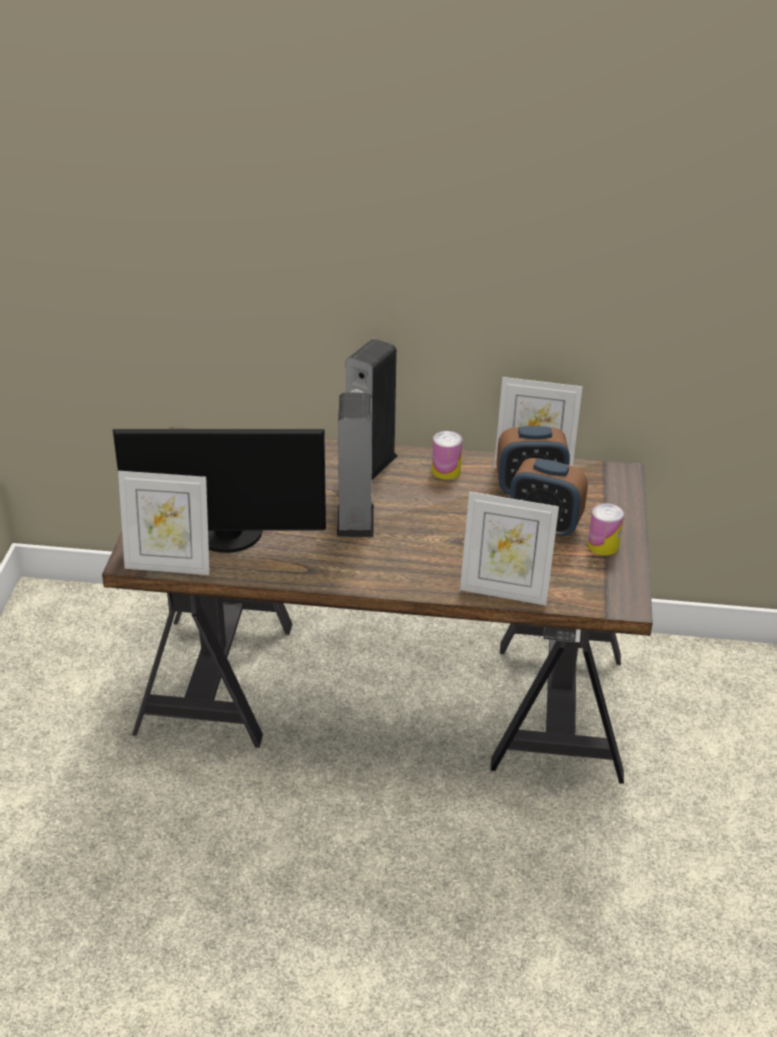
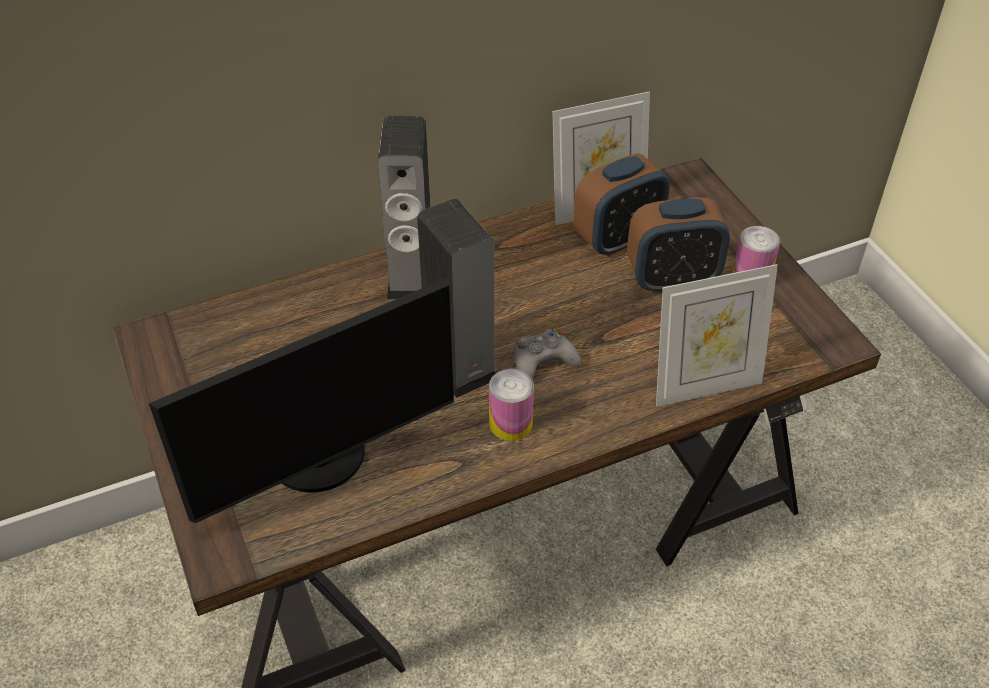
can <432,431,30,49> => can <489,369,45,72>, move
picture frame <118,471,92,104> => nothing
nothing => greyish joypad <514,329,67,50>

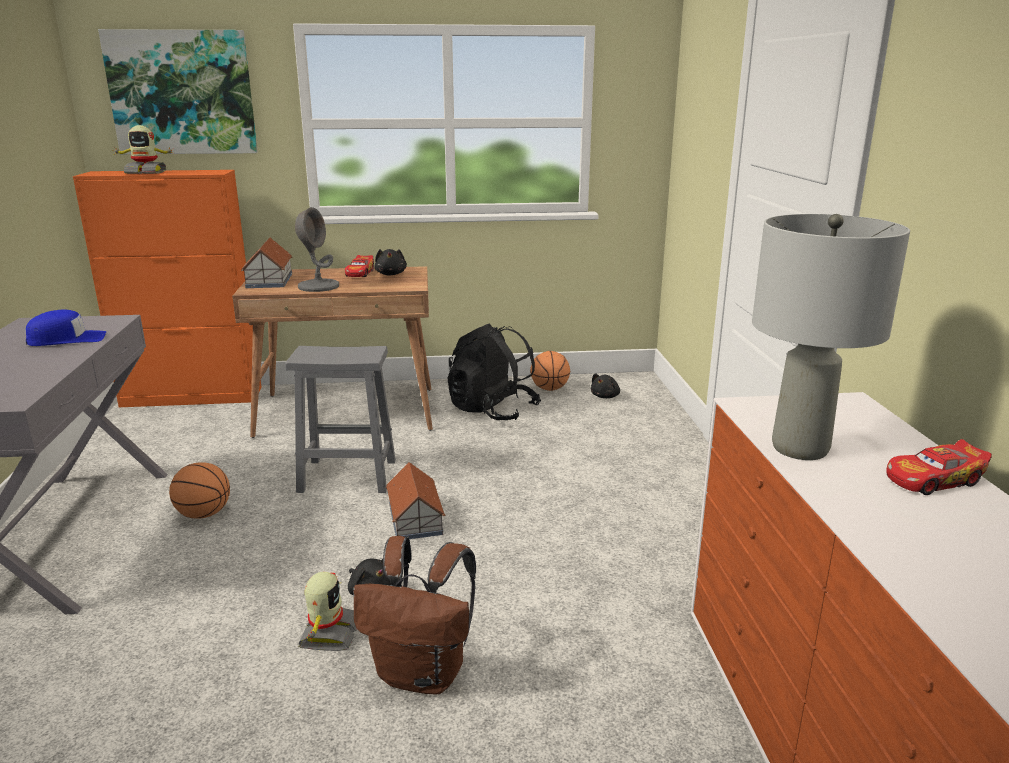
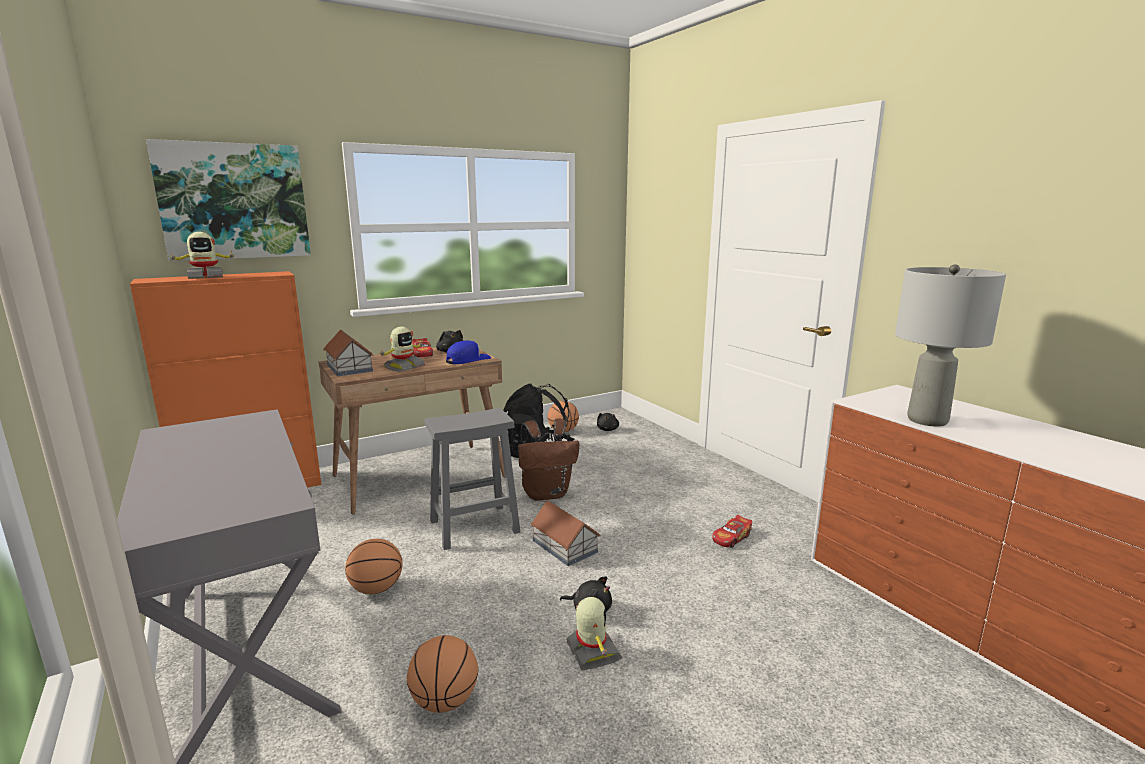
greyish lamp for a table <295,207,44,85> => robot figure <380,327,45,45>
bluish cap <26,310,81,36> => bluish cap <446,341,45,23>, move
toy car <886,439,106,56> => toy car <712,515,40,33>, move
brownish knapsack <353,536,123,159> => brownish knapsack <518,419,61,82>, move
nothing => ball for basketball <407,635,71,78>

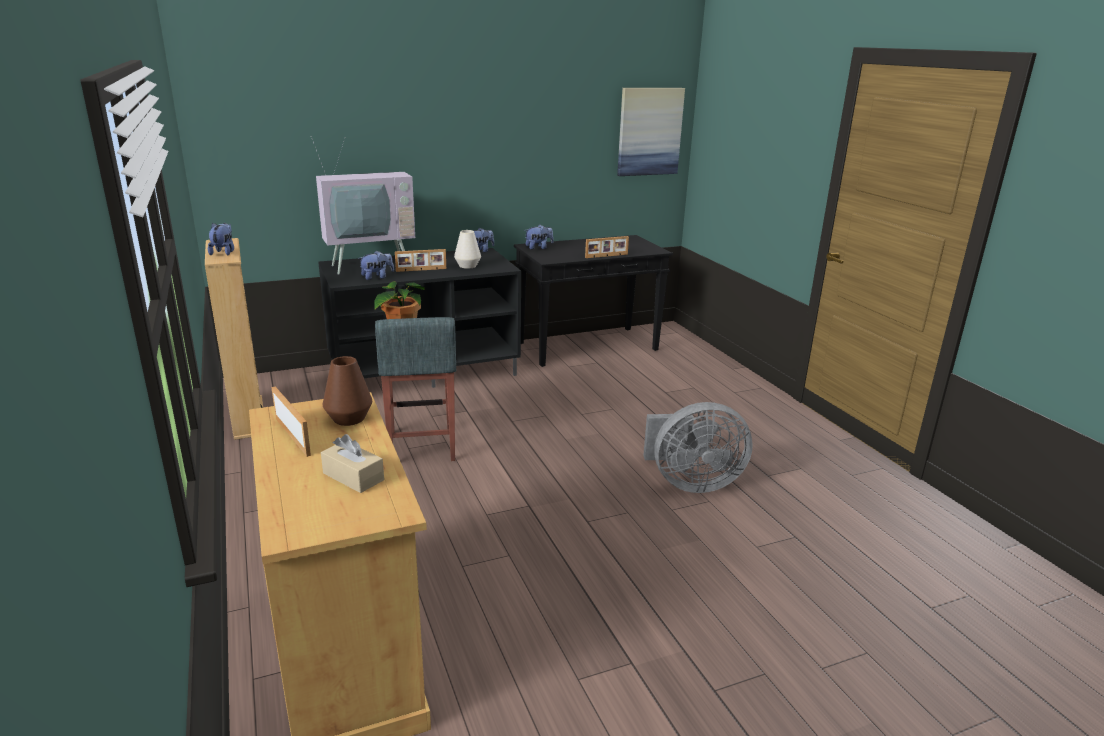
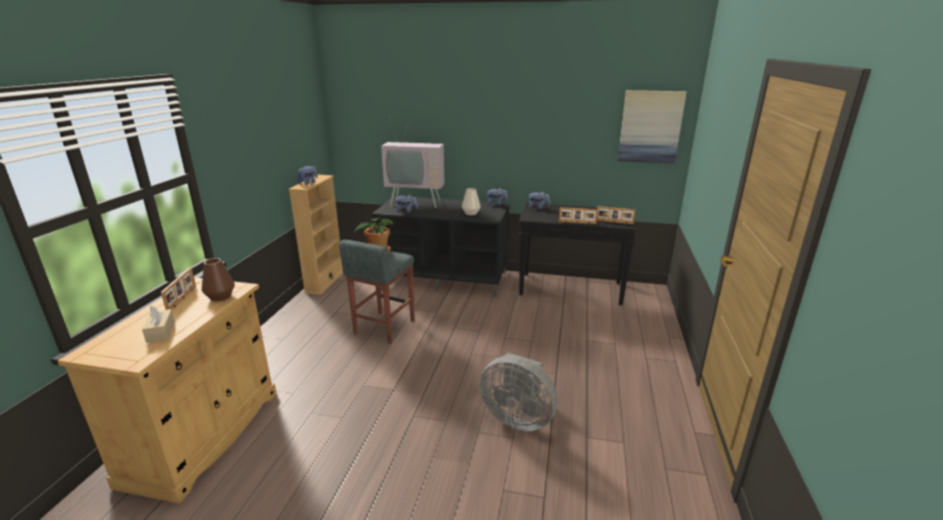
picture frame <395,249,51,23> => picture frame <597,206,39,18>, move

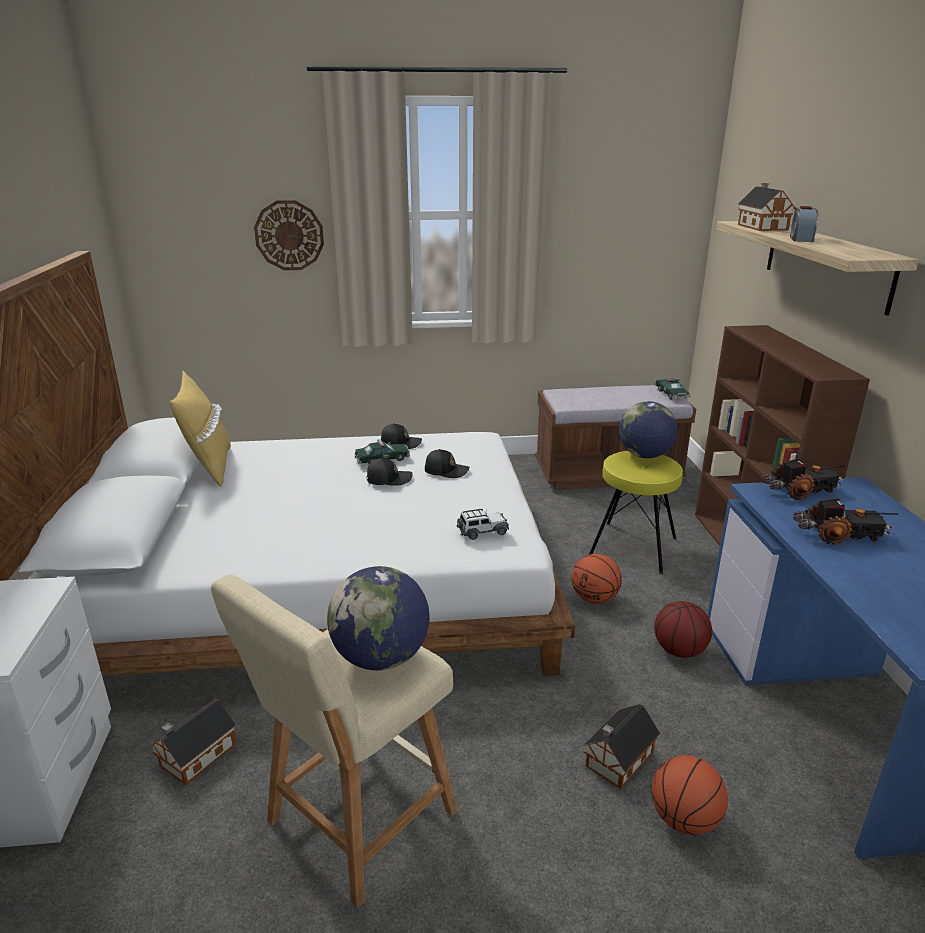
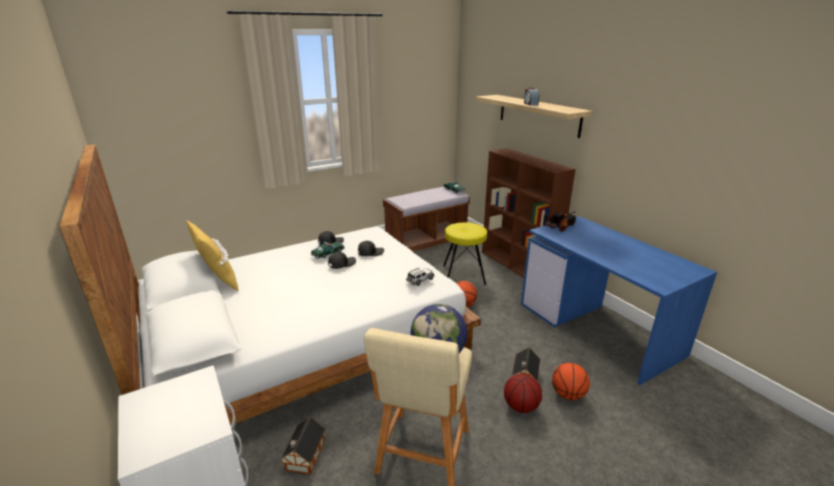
toy house <738,183,57,48> => nothing
wall clock <254,200,70,70> => nothing
world globe <619,401,58,57> => nothing
model truck <793,498,105,47> => nothing
ball for basketball <654,601,58,57> => ball for basketball <504,373,38,40>, move

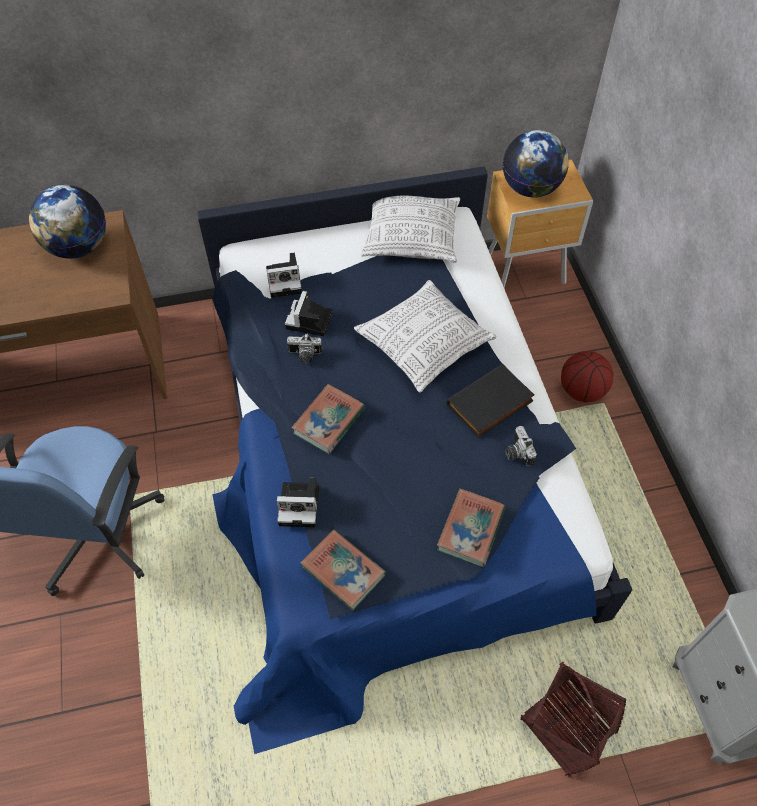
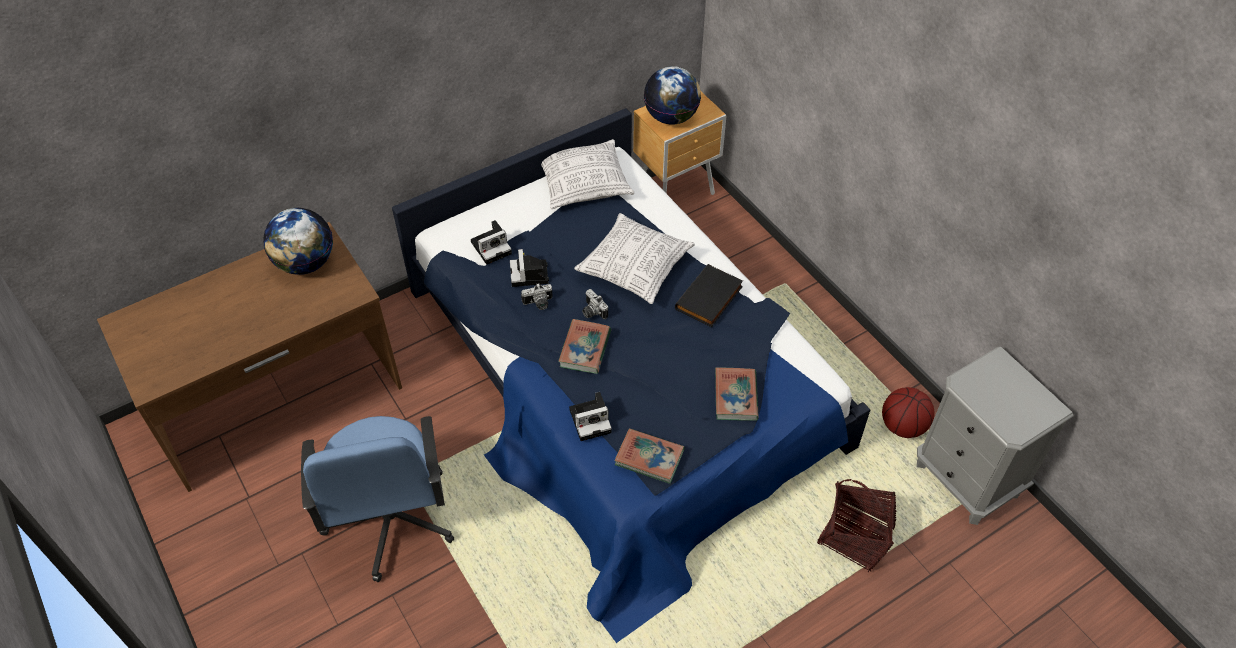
ball for basketball <561,351,52,51> => ball for basketball <882,387,52,51>, move
photo camera <505,426,32,40> => photo camera <582,289,26,30>, move

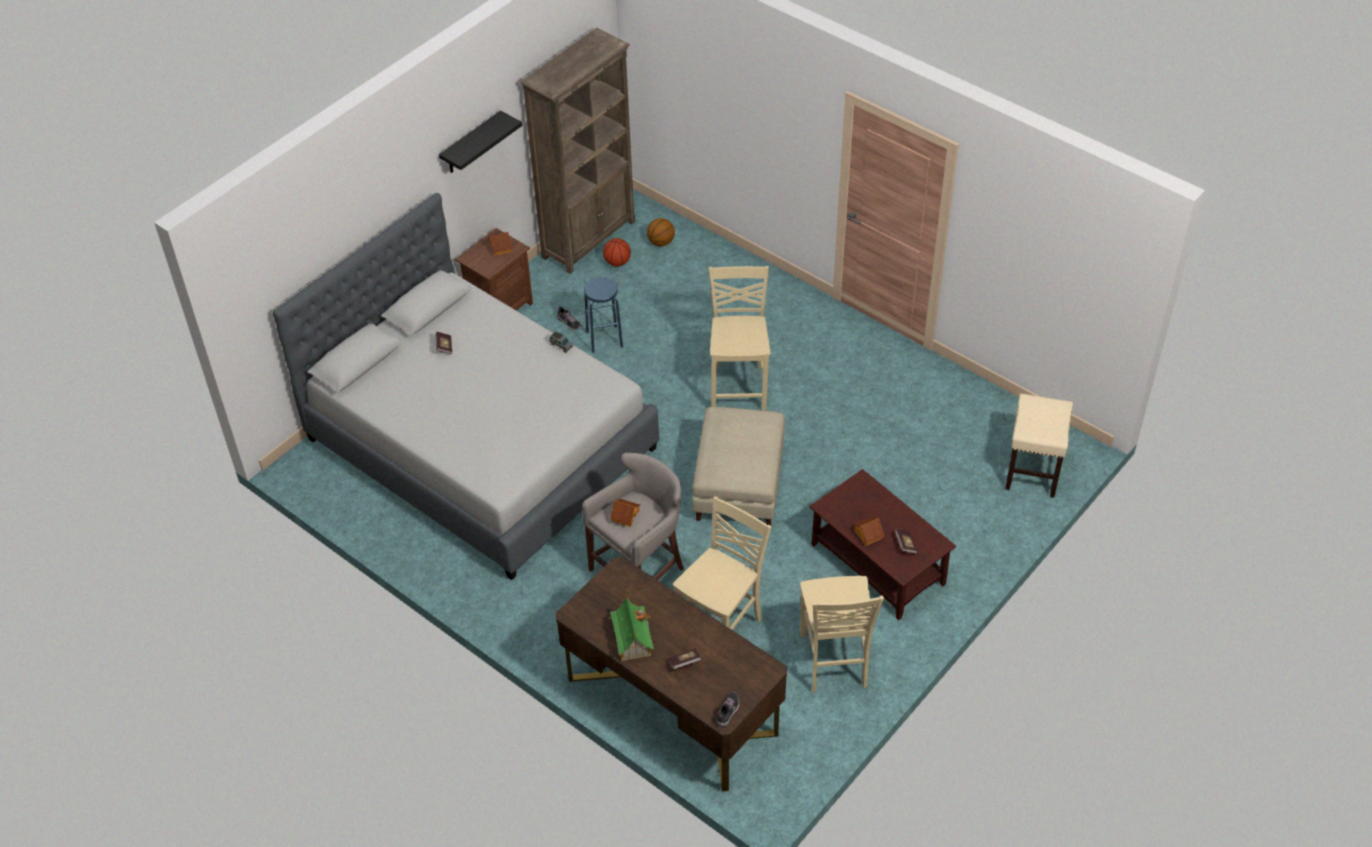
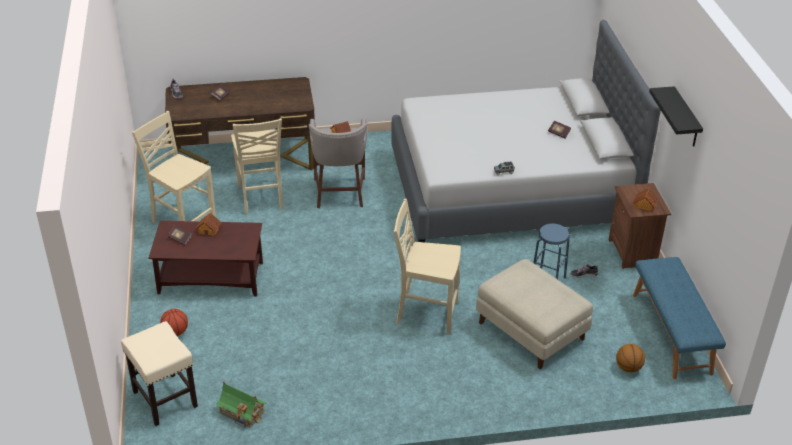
brownish bookshelf <520,28,115,246> => bluish bench <633,257,93,122>
ball for basketball <603,238,28,28> => ball for basketball <160,309,28,27>, move
sand-coloured upright chair <708,266,62,145> => sand-coloured upright chair <394,199,67,135>, 150 degrees clockwise
sand-coloured footrest <692,406,93,120> => sand-coloured footrest <476,259,117,110>, move
toy house <609,596,45,65> => toy house <215,382,52,46>, move

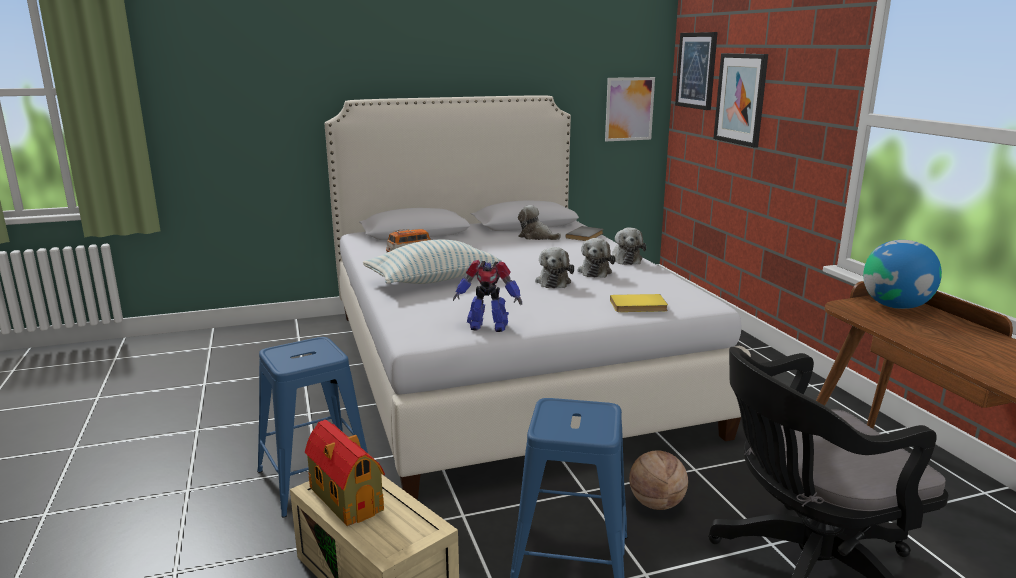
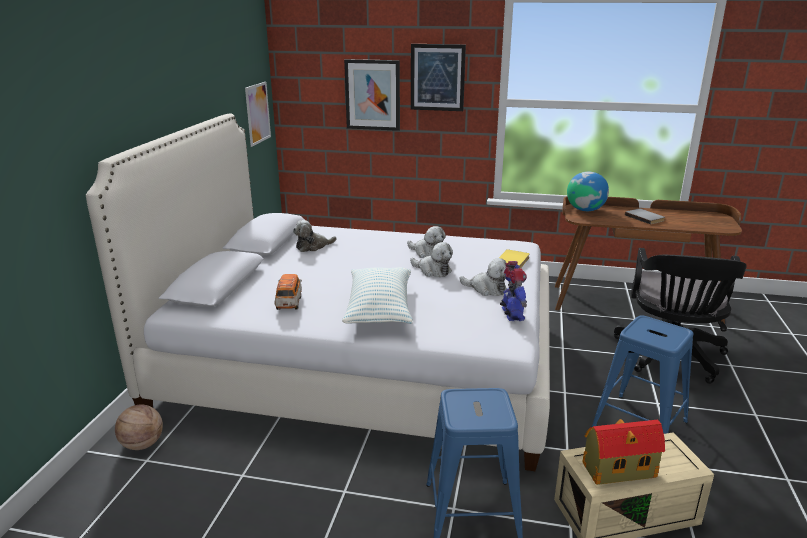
wall art <675,32,43,78> => wall art <411,44,55,67>, move
greyish bound book <566,226,37,15> => greyish bound book <625,208,40,16>, move
plush toy <612,227,34,38> => plush toy <460,258,47,38>, move
robot figure <453,260,69,72> => robot figure <500,261,27,60>, 45 degrees counterclockwise
ball for basketball <629,450,59,60> => ball for basketball <115,405,48,45>, move

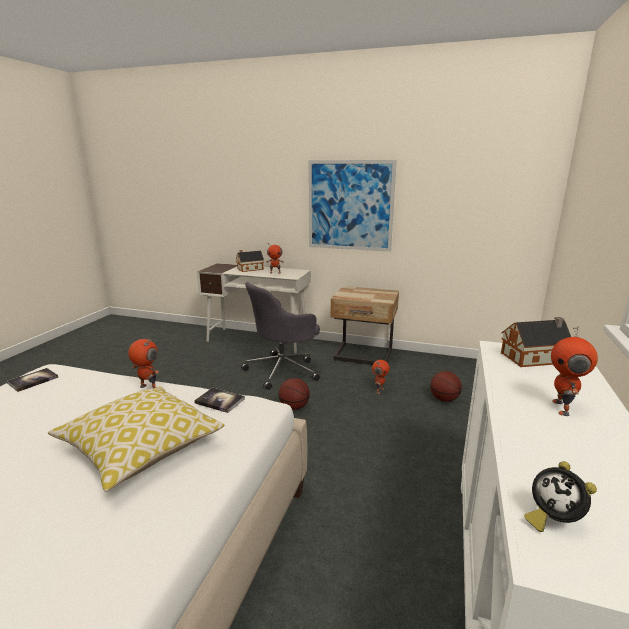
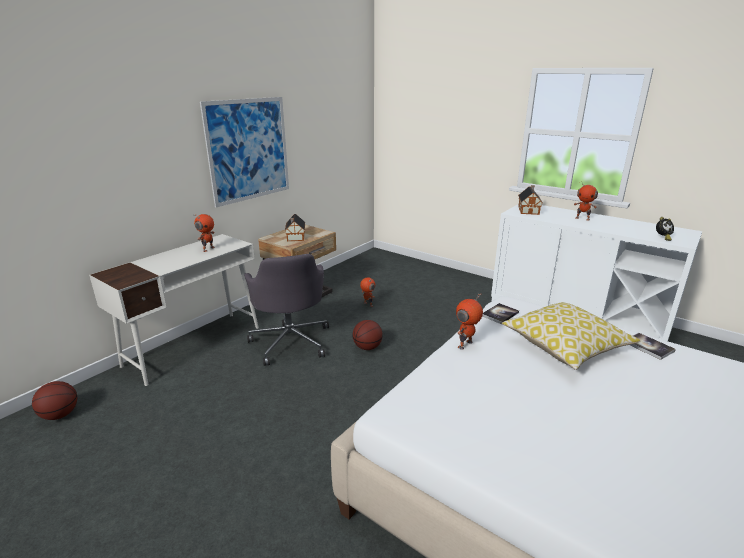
toy house <236,250,28,22> => toy house <285,214,20,27>, move
bound book <7,368,51,24> => bound book <630,333,46,27>, move
ball for basketball <430,371,32,31> => ball for basketball <32,381,45,39>, move

